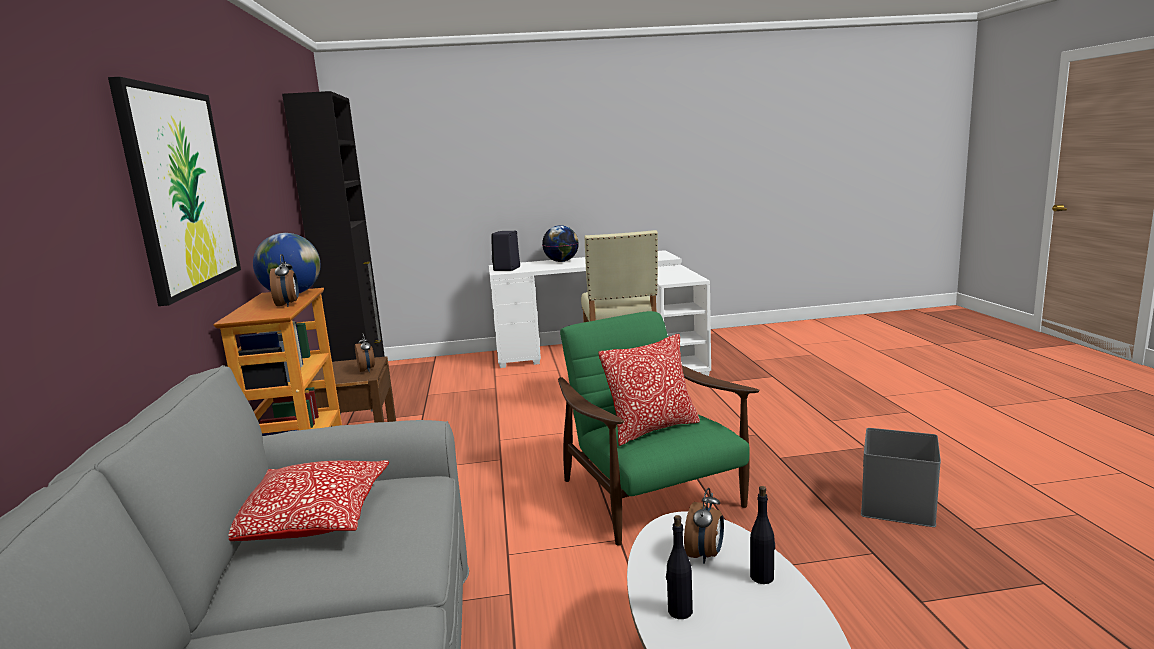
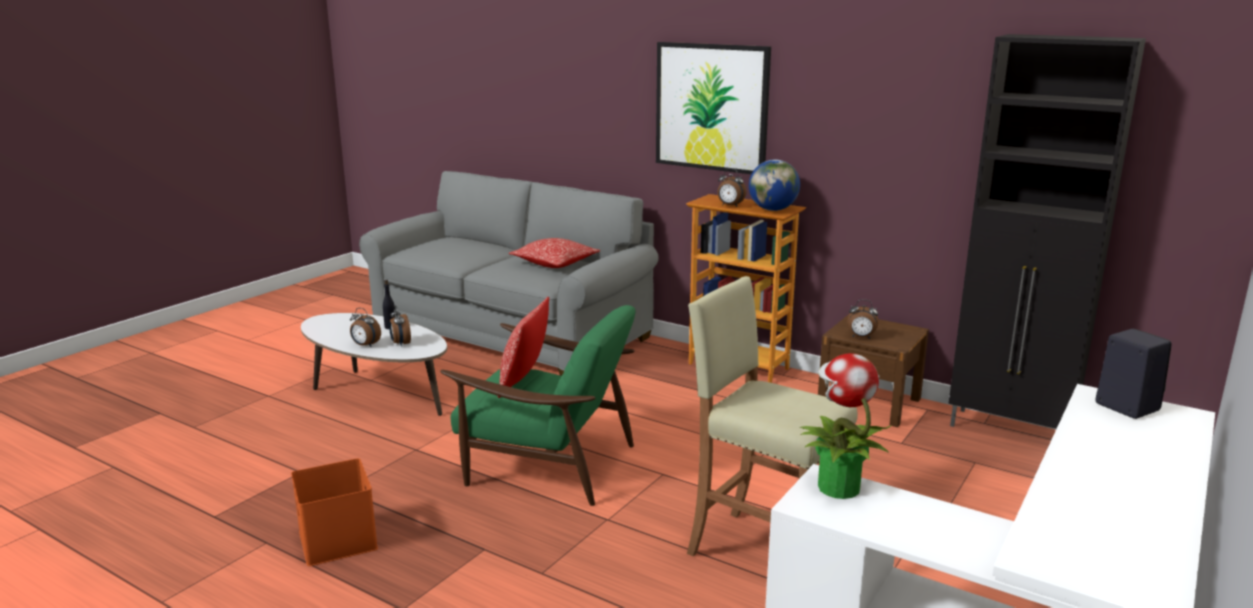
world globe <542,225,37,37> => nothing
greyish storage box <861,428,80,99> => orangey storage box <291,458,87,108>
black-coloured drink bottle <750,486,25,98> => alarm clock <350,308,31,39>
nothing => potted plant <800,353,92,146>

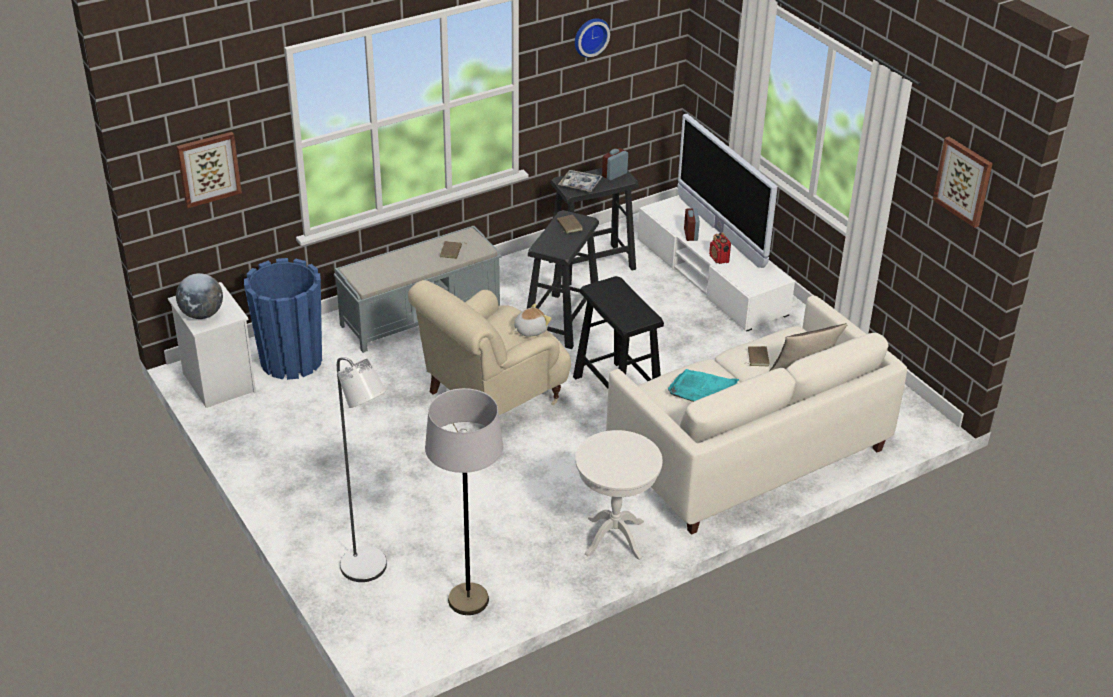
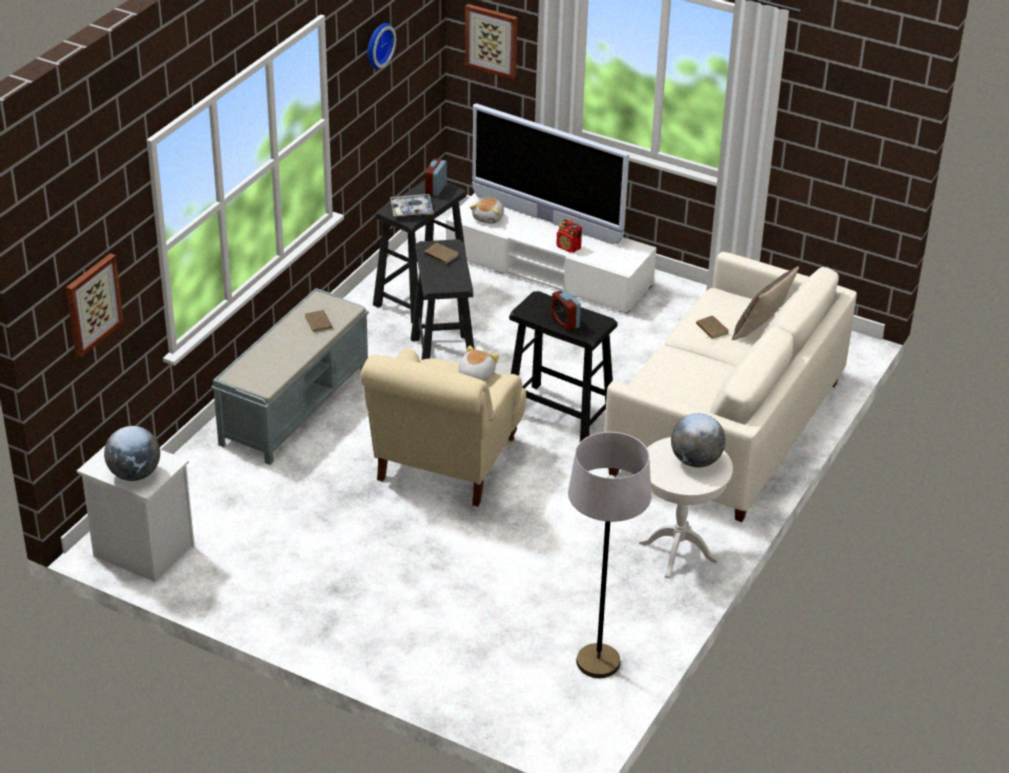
wall art <933,137,60,91> => wall art <465,4,53,76>, move
alarm clock <684,208,16,33> => alarm clock <552,289,29,42>, move
bluish flower pot <244,258,78,122> => nothing
greyish standard lamp <337,357,50,225> => nothing
blue-green serving tray <668,369,71,33> => nothing
nothing => plush toy <470,198,34,26>
nothing => world globe <671,413,54,55>

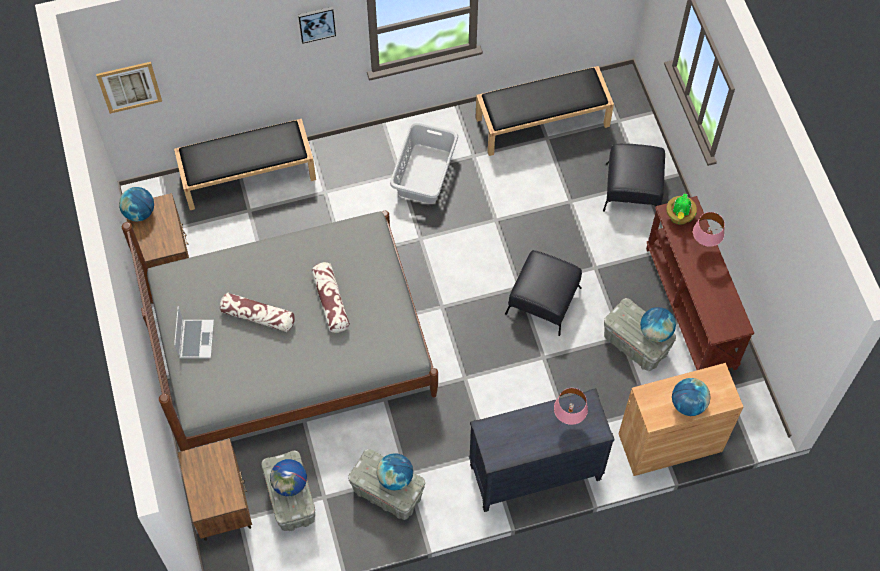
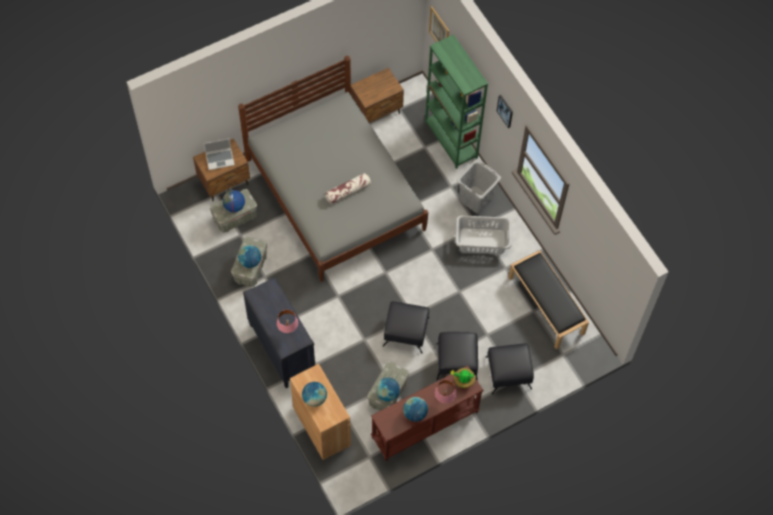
black-coloured bench <174,119,142,91> => green-coloured bookshelf <425,35,63,134>
world globe <119,187,35,35> => world globe <403,397,25,25>, move
pillow <220,293,75,39> => nothing
laptop <174,306,40,52> => laptop <204,139,31,31>, move
nothing => greyish hamper <456,160,45,53>
nothing => black-coloured footrest <437,332,41,49>

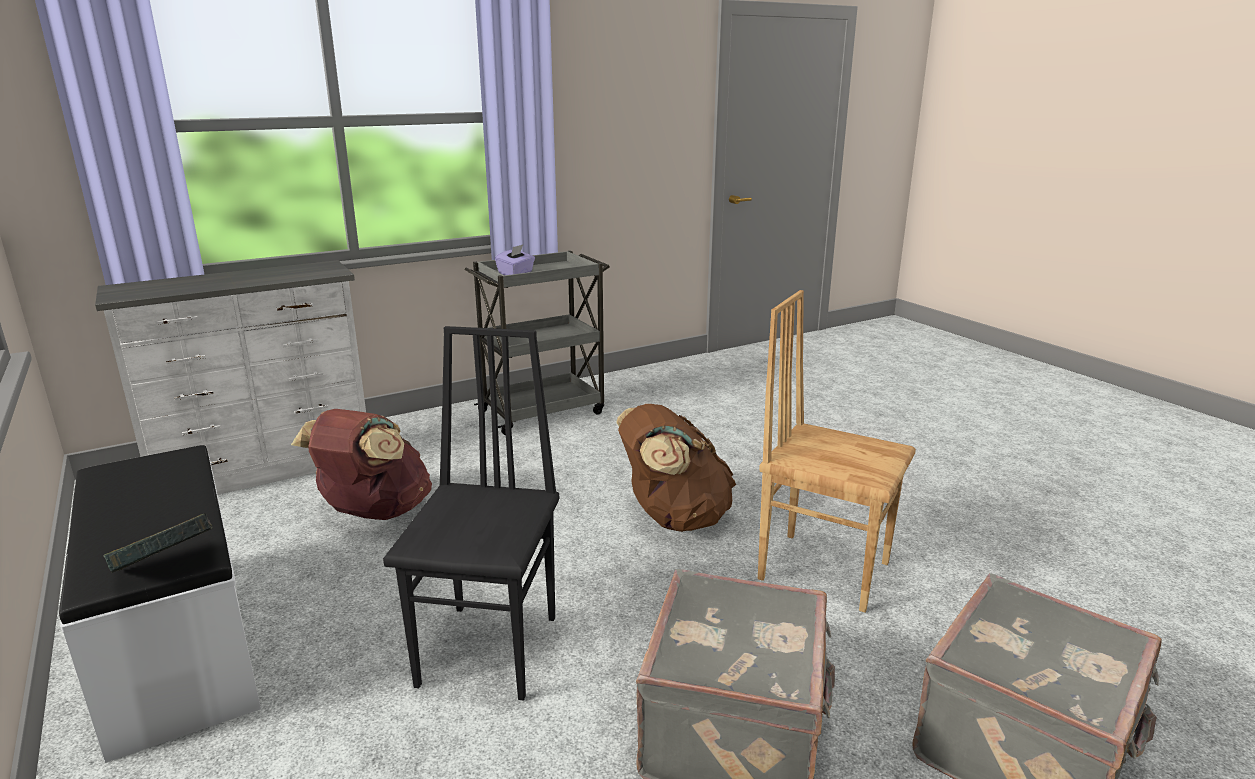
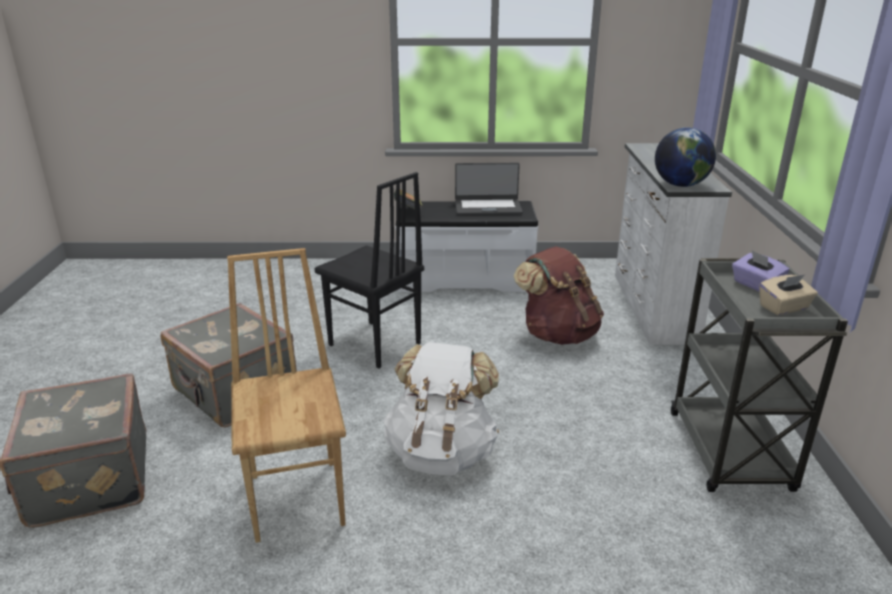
brownish upright chair <758,290,158,323> => brownish upright chair <227,248,119,295>, 75 degrees counterclockwise
brownish knapsack <616,404,120,128> => white knapsack <384,342,115,134>
nothing => world globe <655,127,61,60>
nothing => laptop <455,163,68,52>
nothing => sand-coloured tissue box <759,275,59,40>

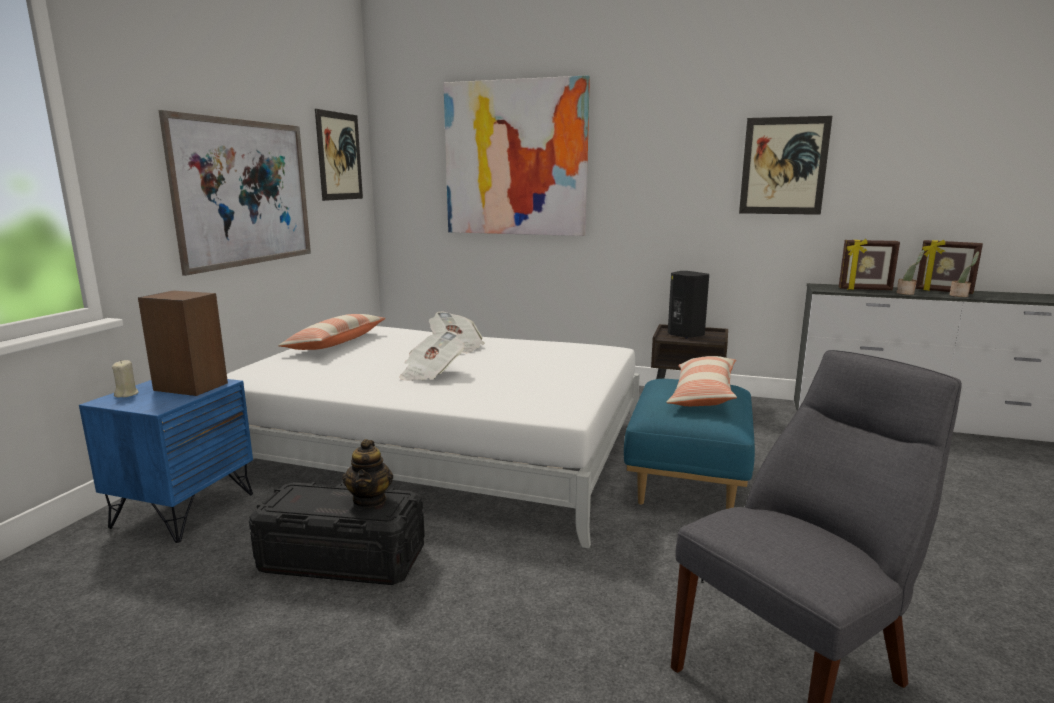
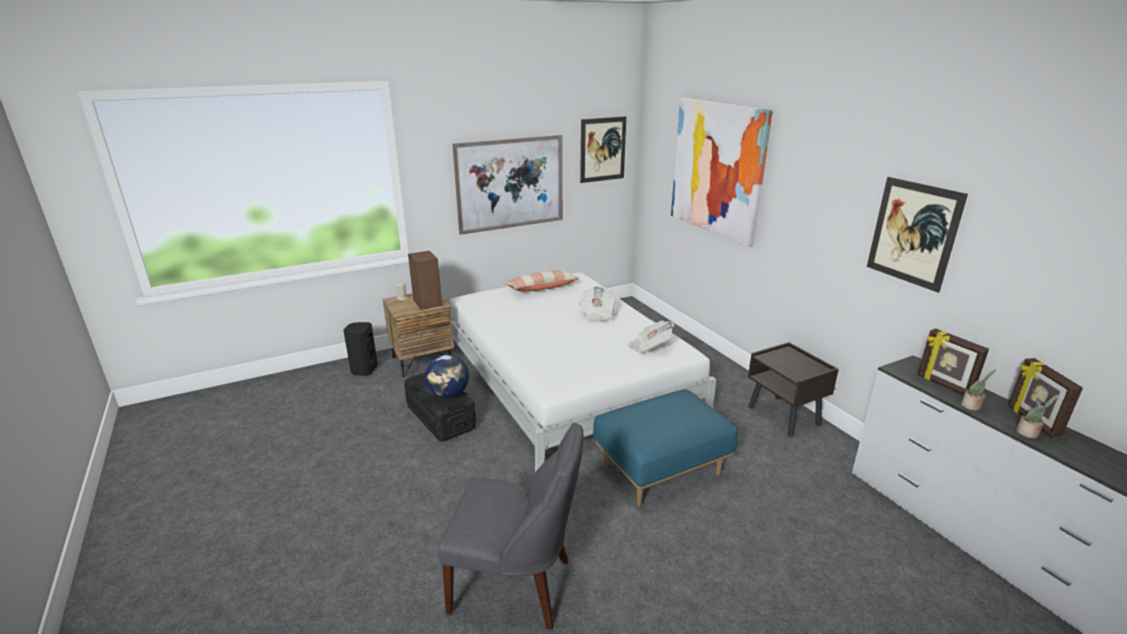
black-coloured speaker <668,271,41,68> => black-coloured speaker <343,322,35,54>, move
newspaper <399,331,65,50> => newspaper <627,320,48,34>, move
pillow <666,356,71,50> => nothing
bluish bedside table <79,379,174,164> => brownish bedside table <383,293,71,84>
teapot <342,439,51,69> => world globe <425,355,44,43>

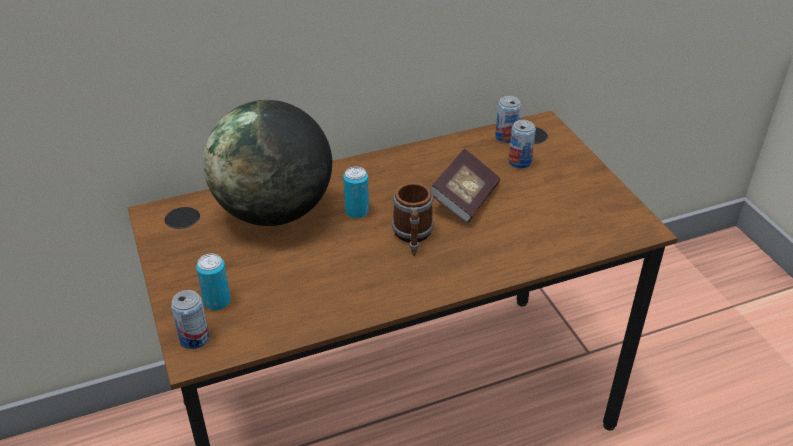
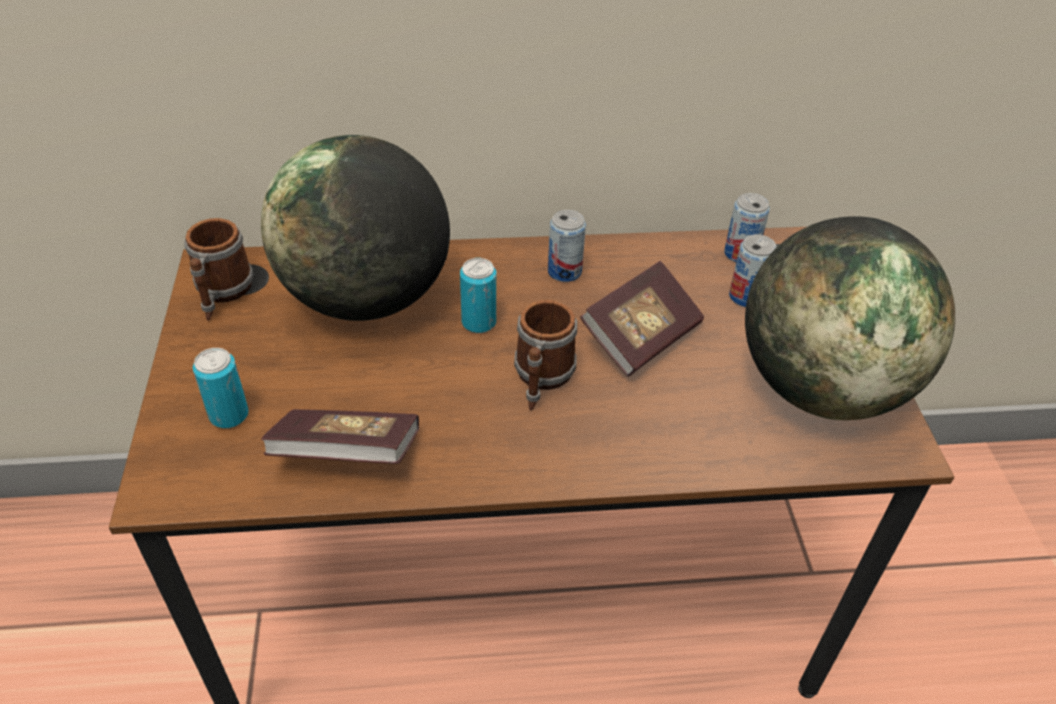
can <171,290,38,59> => can <548,210,38,72>, move
nothing => world globe <745,216,210,204>
nothing => coffee mug <184,218,70,103>
nothing => bound book <261,409,158,55>

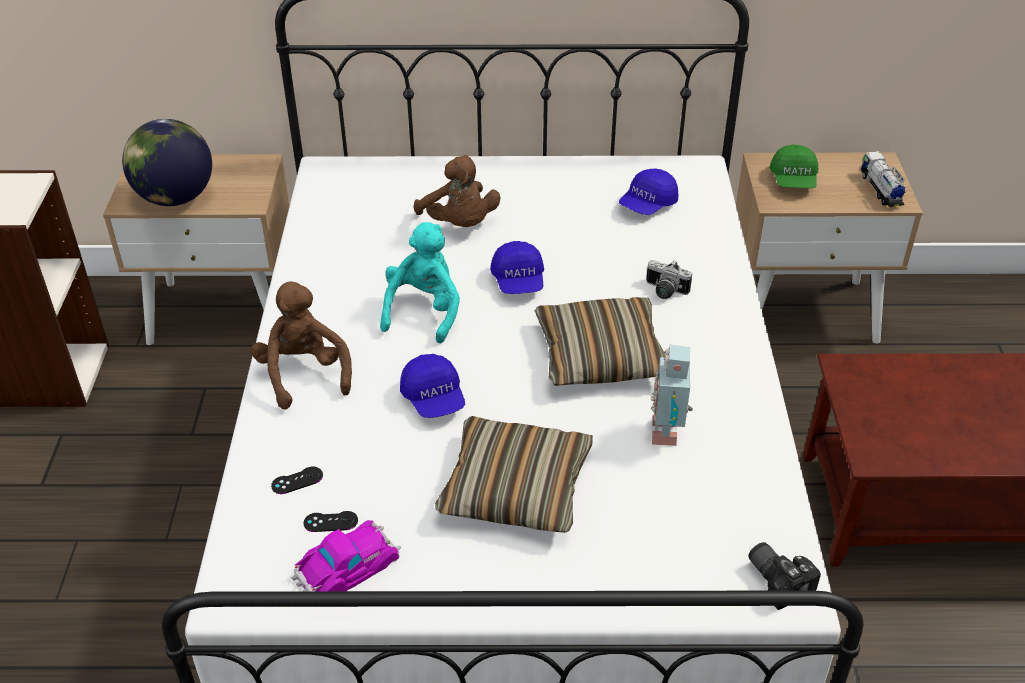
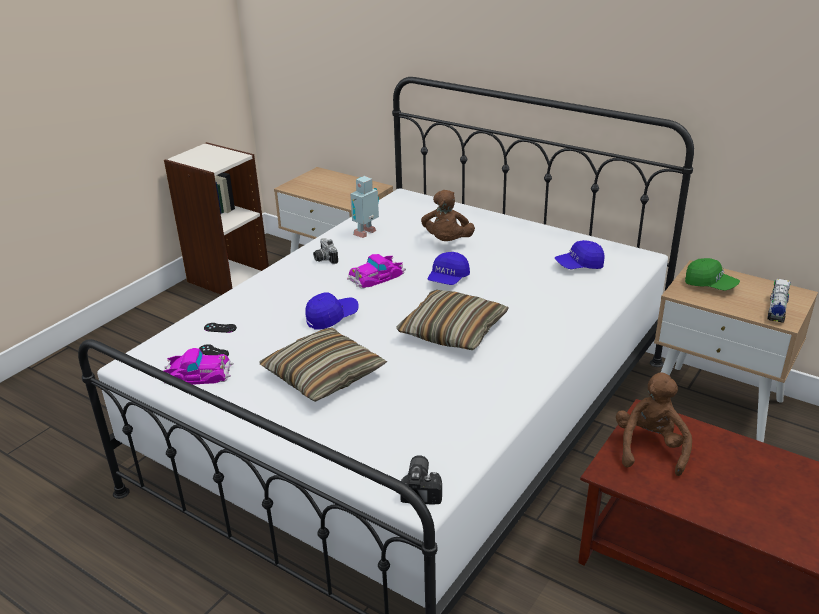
world globe <122,119,90,87> => nothing
green-coloured cap <770,144,48,44> => green-coloured cap <685,258,55,33>, 90 degrees counterclockwise
blue-green plush toy <380,222,80,122> => toy car <347,254,59,35>
photo camera <646,260,46,39> => photo camera <313,238,25,26>, move
brownish plush toy <251,281,101,129> => brownish plush toy <616,373,76,103>, move
robot figure <651,345,42,101> => robot figure <350,176,29,62>, move
bluish cap <400,354,65,64> => bluish cap <305,293,54,37>, 135 degrees counterclockwise

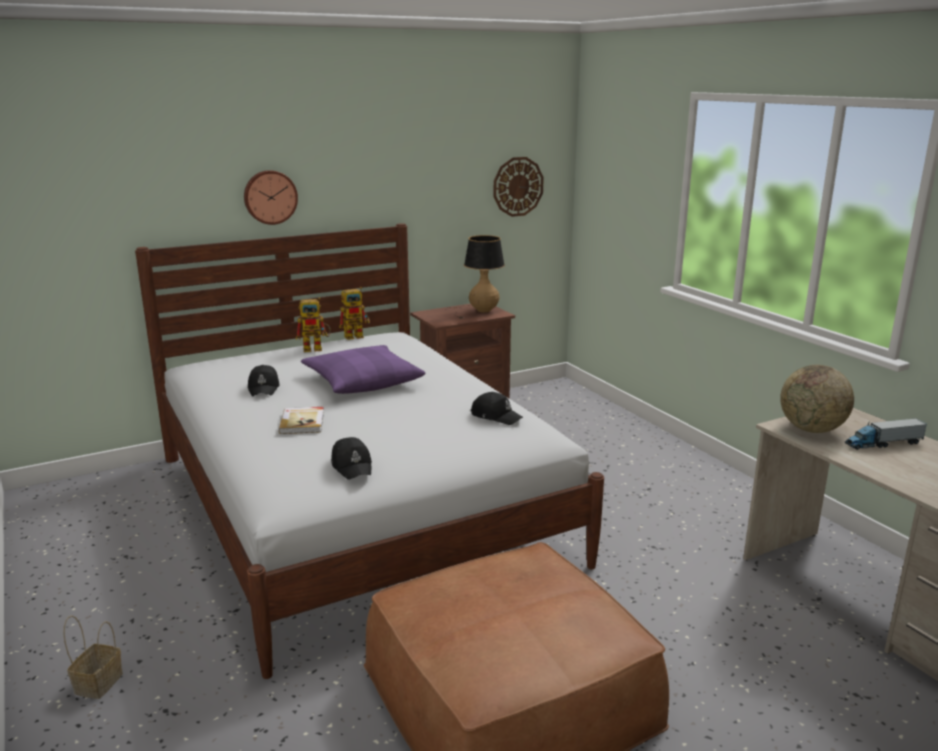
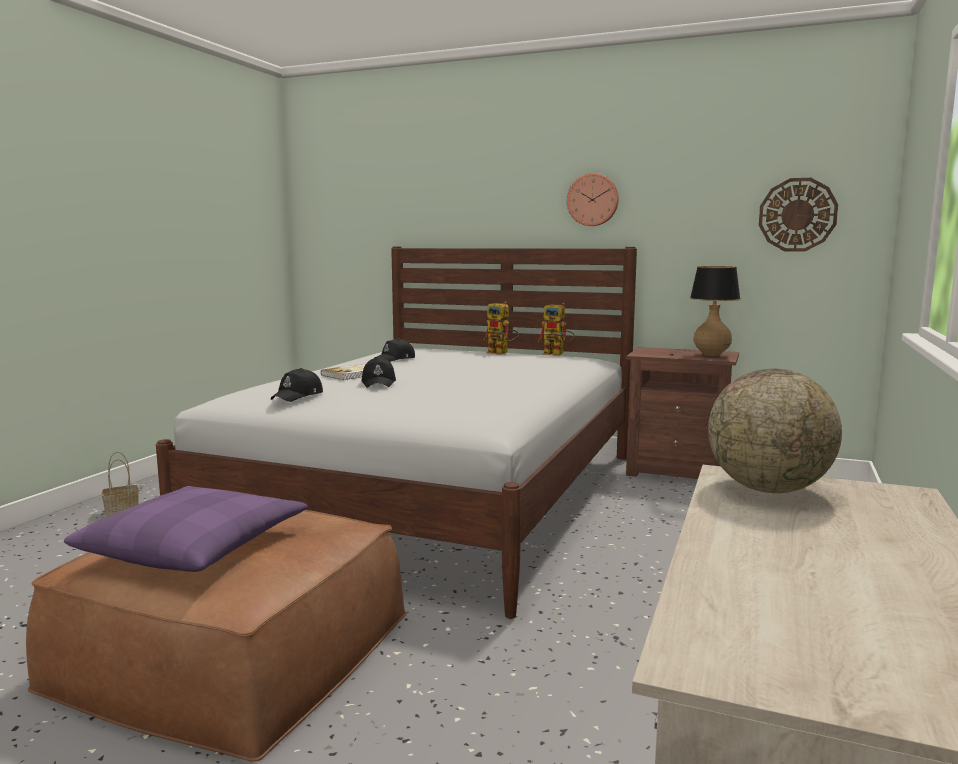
wall clock <244,170,54,55> => wall clock <567,173,52,53>, move
purplish pillow <301,345,124,49> => purplish pillow <64,486,244,86>, move
black-coloured cap <471,392,52,33> => black-coloured cap <361,357,35,31>, move
model truck <845,418,82,32> => nothing

